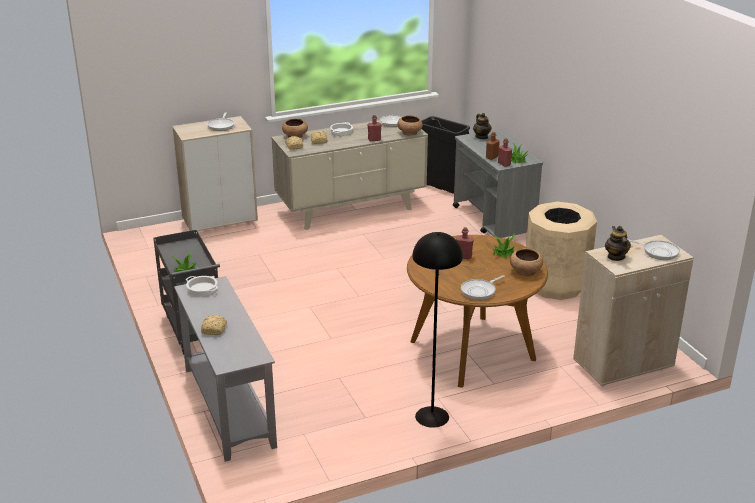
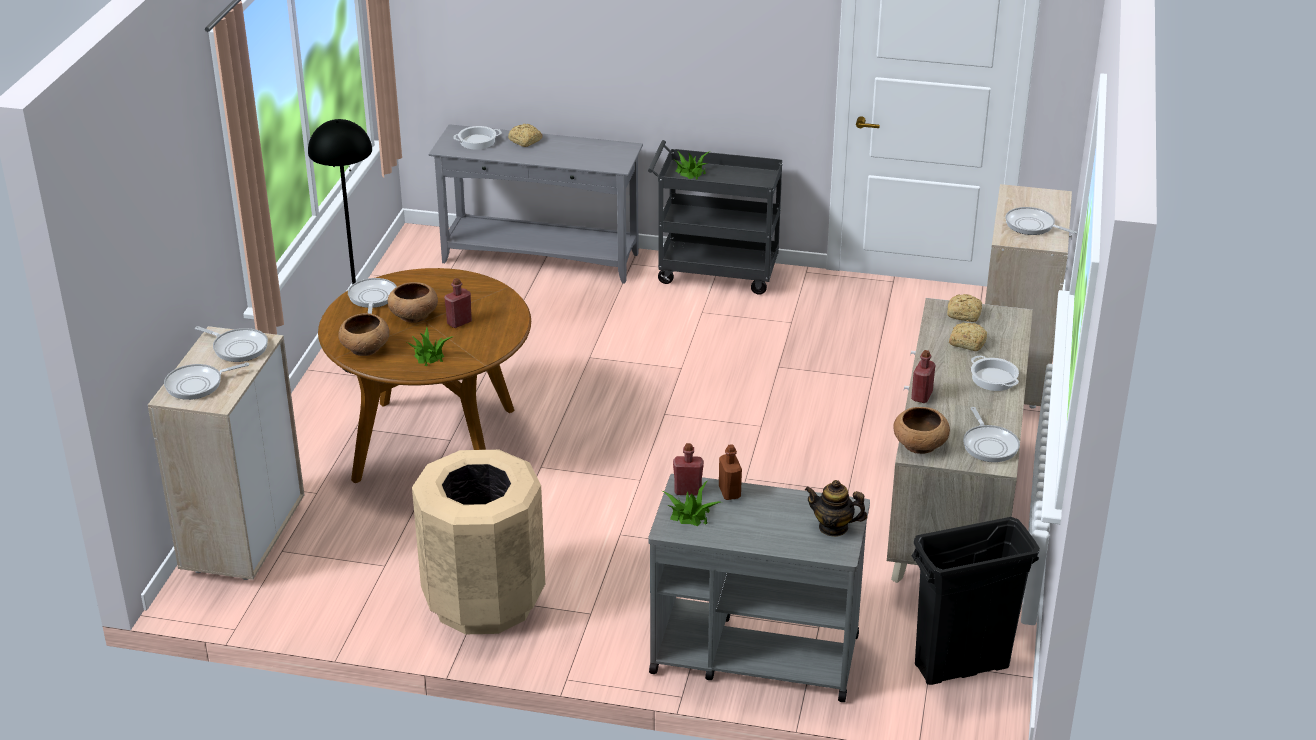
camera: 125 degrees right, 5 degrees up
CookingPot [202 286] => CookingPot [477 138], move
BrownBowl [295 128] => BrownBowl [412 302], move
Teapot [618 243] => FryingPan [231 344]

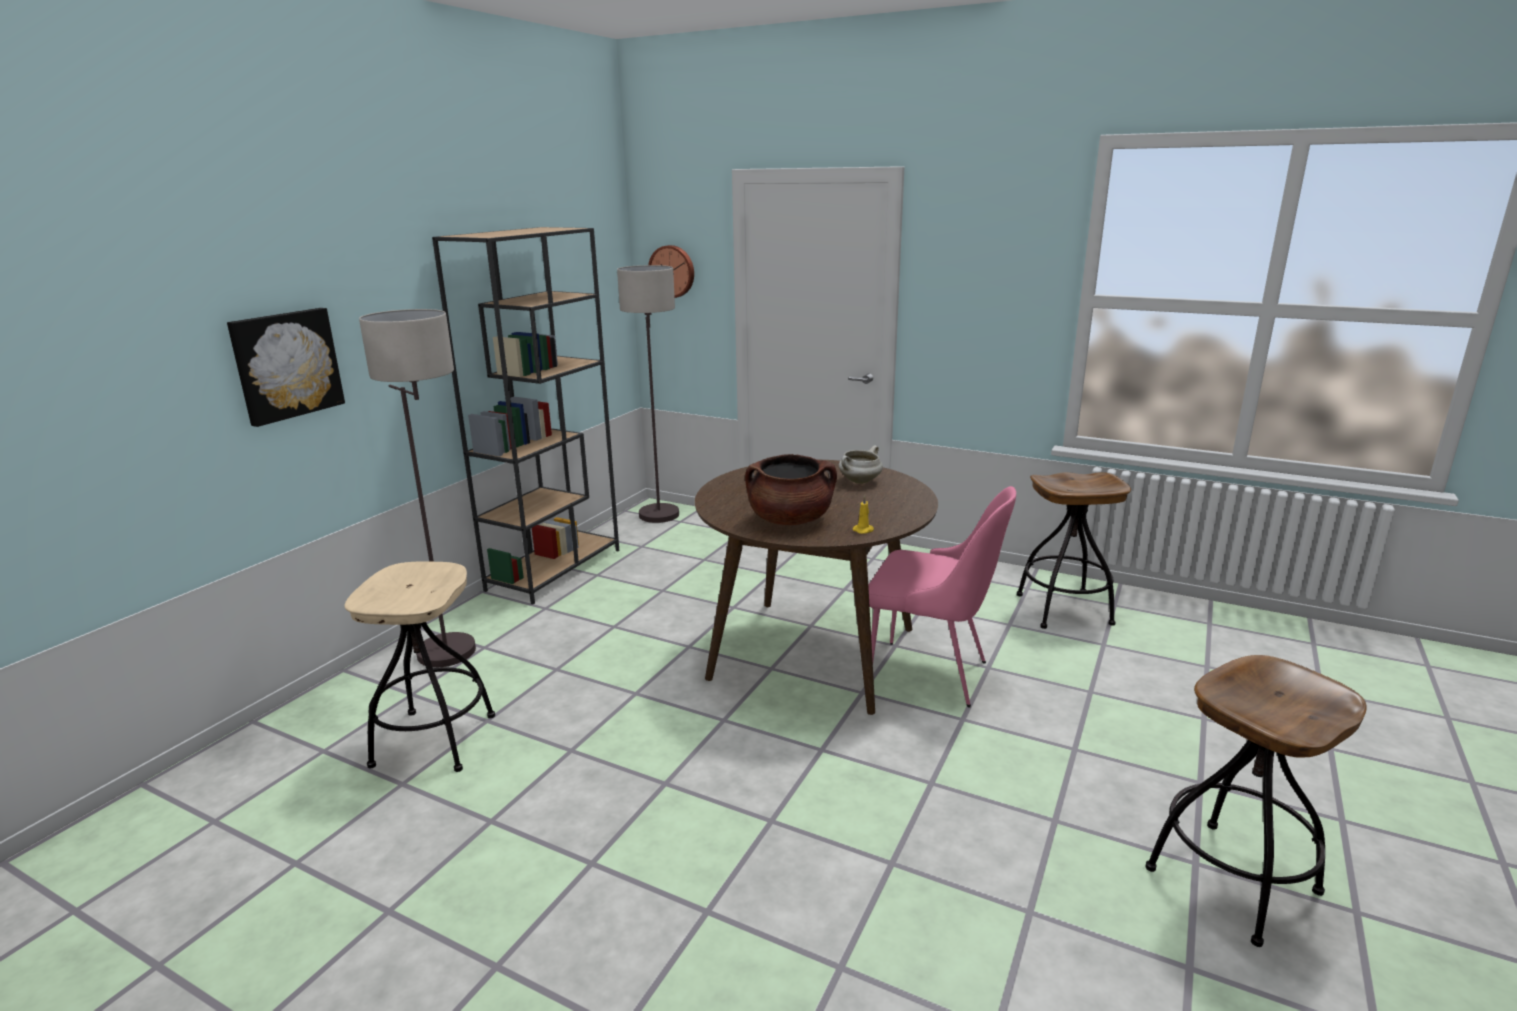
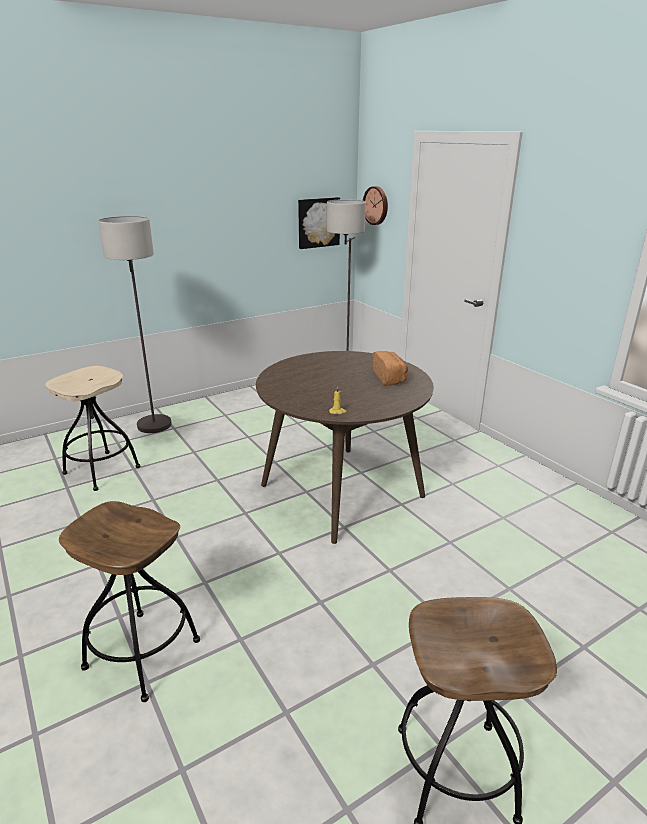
camera: 30 degrees right, 5 degrees up
Picture [286 367] => Picture [319 223], move
Bookcase [525 415] => nothing
BrownCookingPot [791 489] => nothing
WhiteCookingPot [861 464] => Bread [390 368]
PinkChair [942 597] => nothing
BrownStool [1074 550] => BrownStool [129 601], move

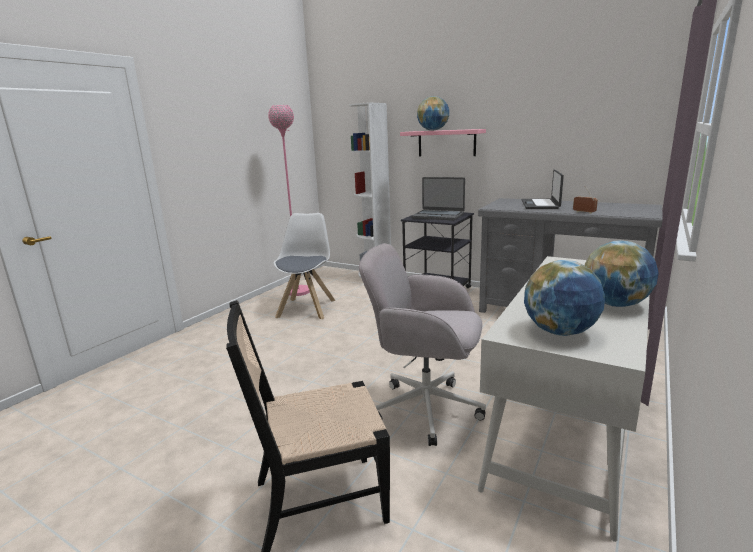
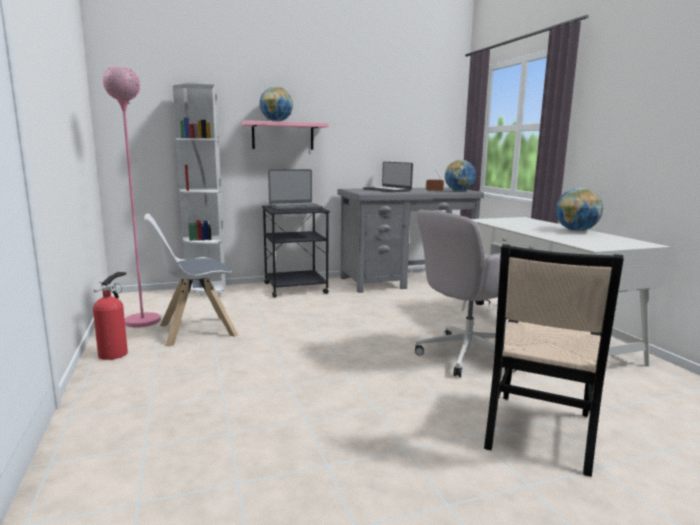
camera: 50 degrees left, 5 degrees down
Chair [305 266] => Chair [191 280], 75 degrees counterclockwise
Globe [564 298] => Globe [460 175], move
nothing => FireExtinguisher [110 316]

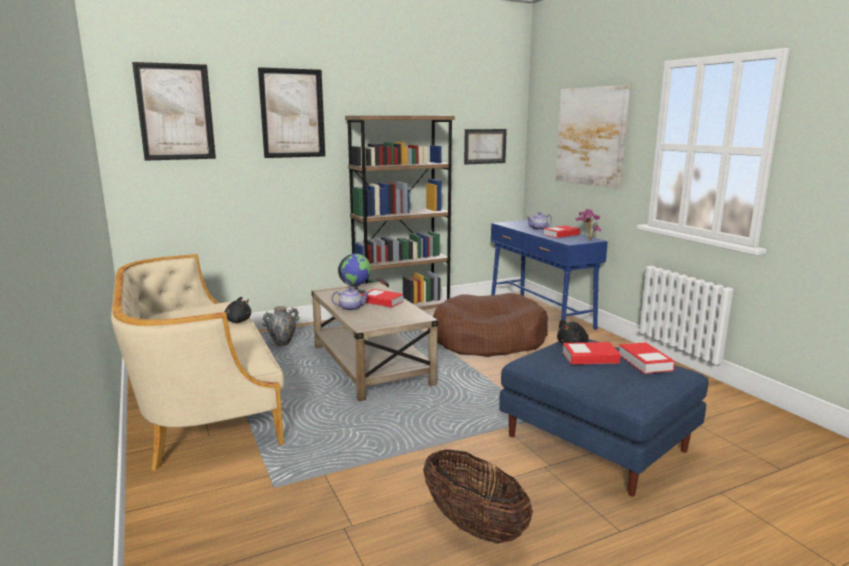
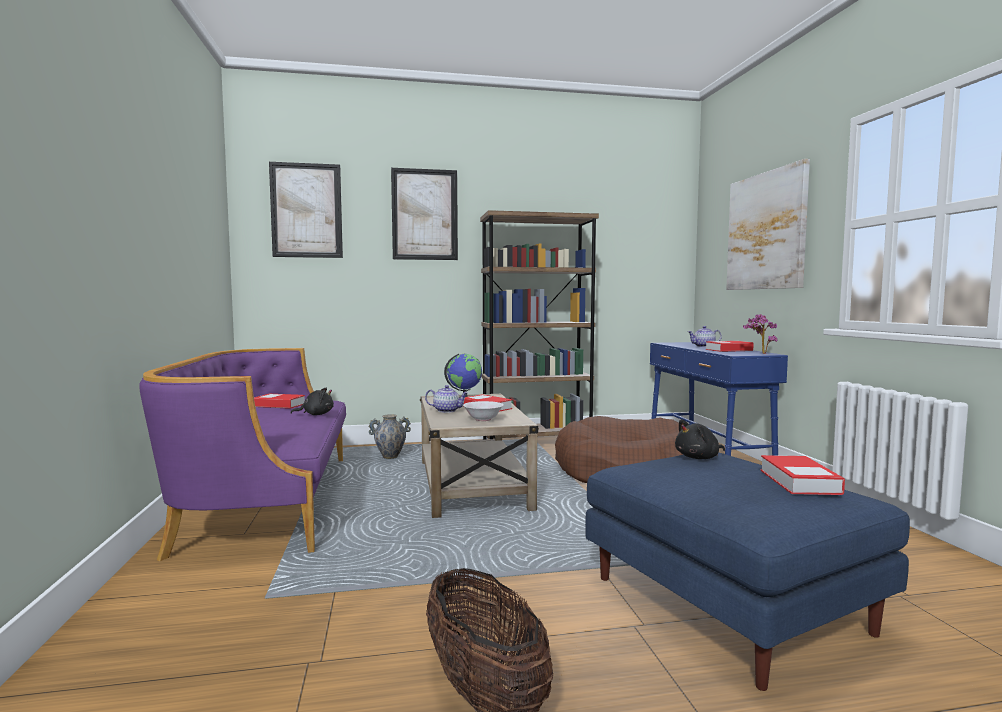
camera: 15 degrees right, 10 degrees down
BeigeSofa [197 362] => PurpleSofa [242 454]
Picture [485 147] => nothing
Book [591 353] => Book [279 401], move
nothing => WhiteBowl [483 411]

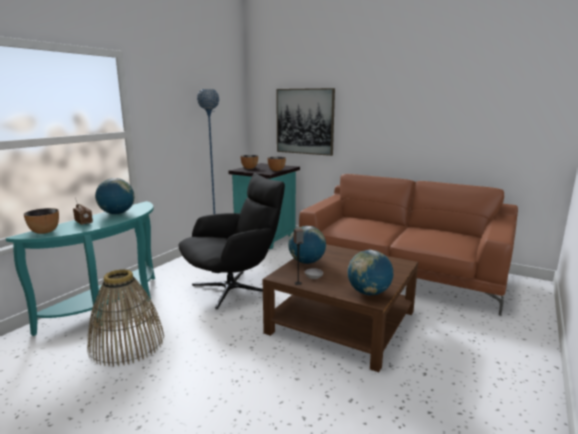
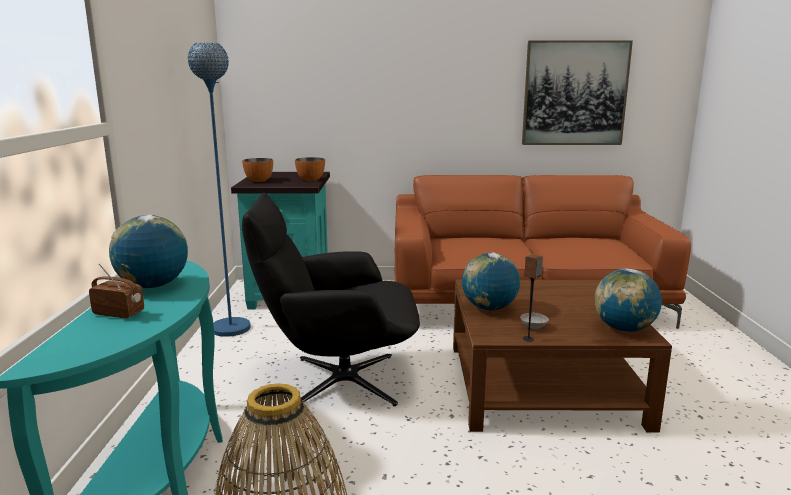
camera: 30 degrees left, 0 degrees up
Bowl [41 221] => nothing
BlackArmchair [232 241] => BlackArmchair [331 299], 120 degrees counterclockwise
Picture [305 122] => Picture [577 92], move

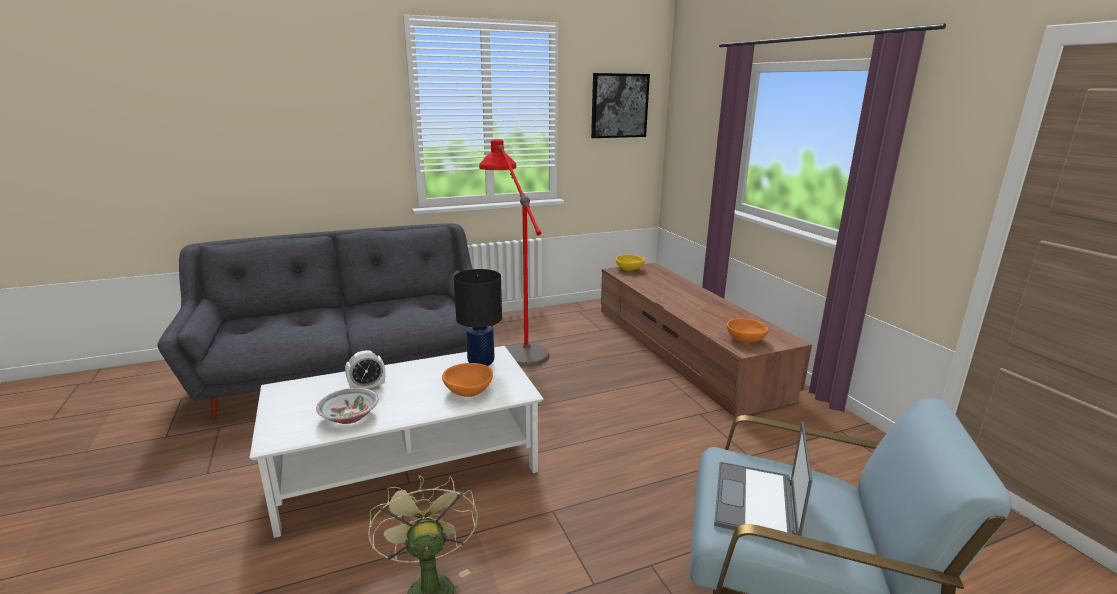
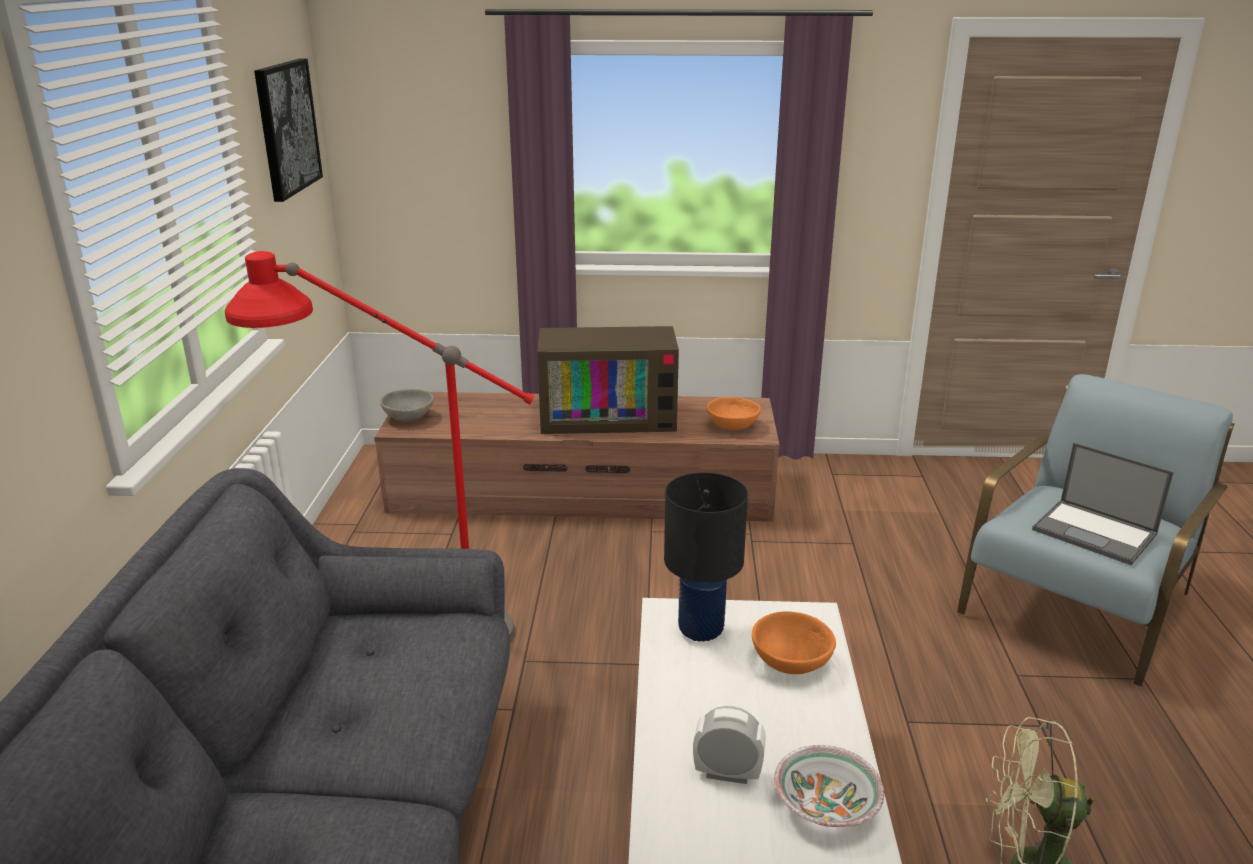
camera: 65 degrees left, 5 degrees up
AlarmClock [365 370] => AlarmClock [729 745], 75 degrees counterclockwise
YellowBowl [630 263] => GreyBowl [407 405]
nothing => Television [608 380]

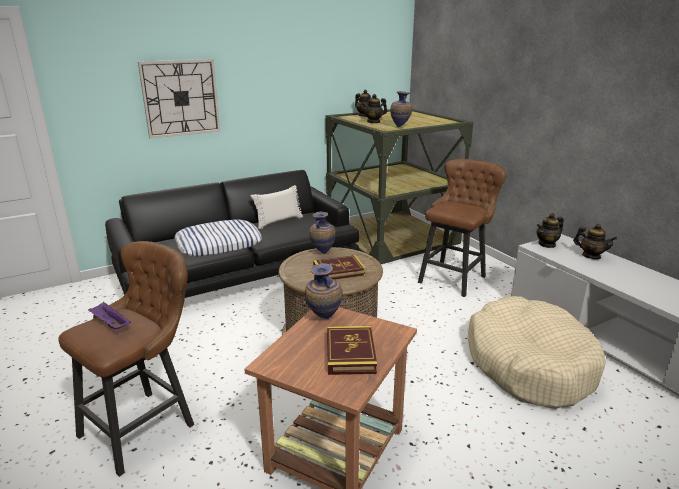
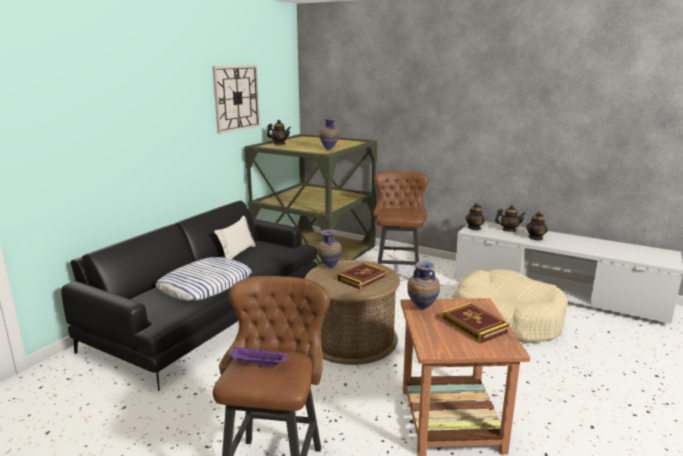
camera: 30 degrees left, 5 degrees down
WallClock [179 99] => WallClock [236 99], move
Teapot [374 108] => Teapot [537 226], move

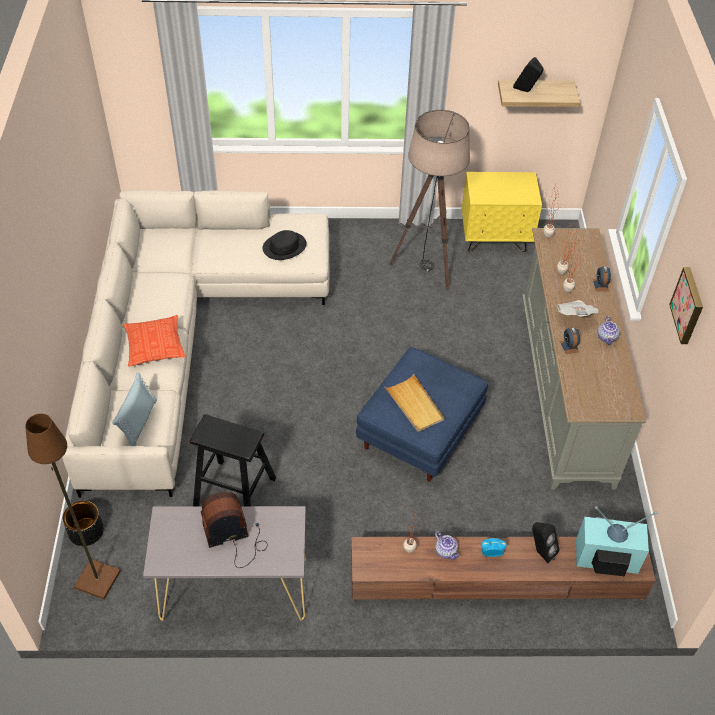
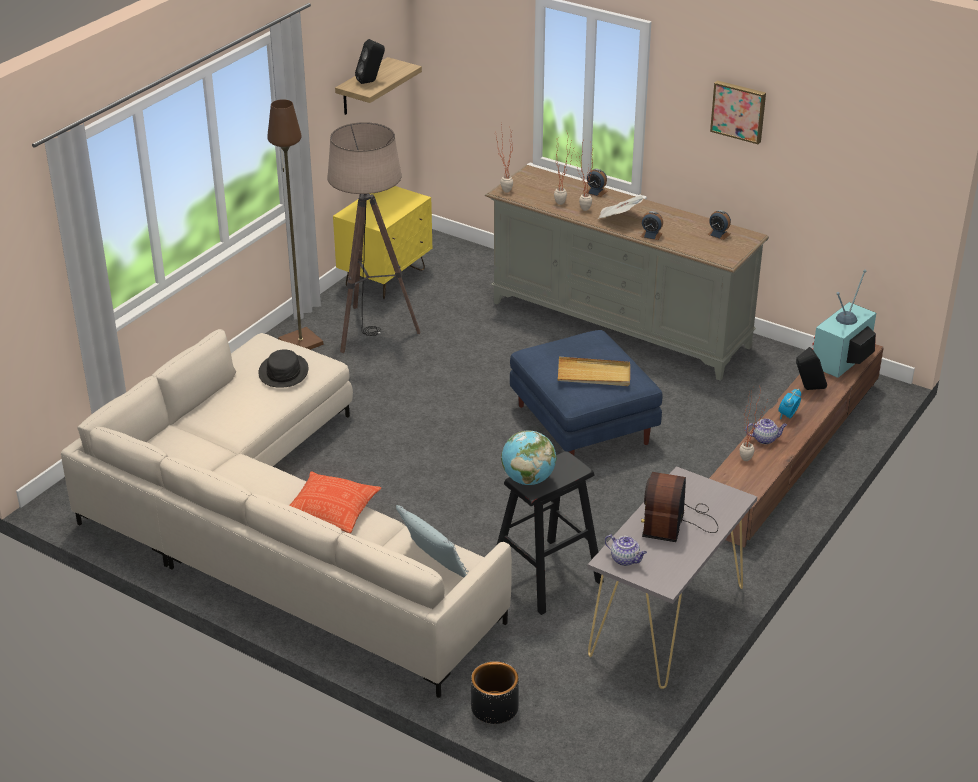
camera: 55 degrees left, 15 degrees down
BrownFloorLamp [73 506] => BrownFloorLamp [295 224], move
Teapot [609 330] => Teapot [626 550], move
nothing => Globe [528 458]
nothing => AlarmClock [719 225]

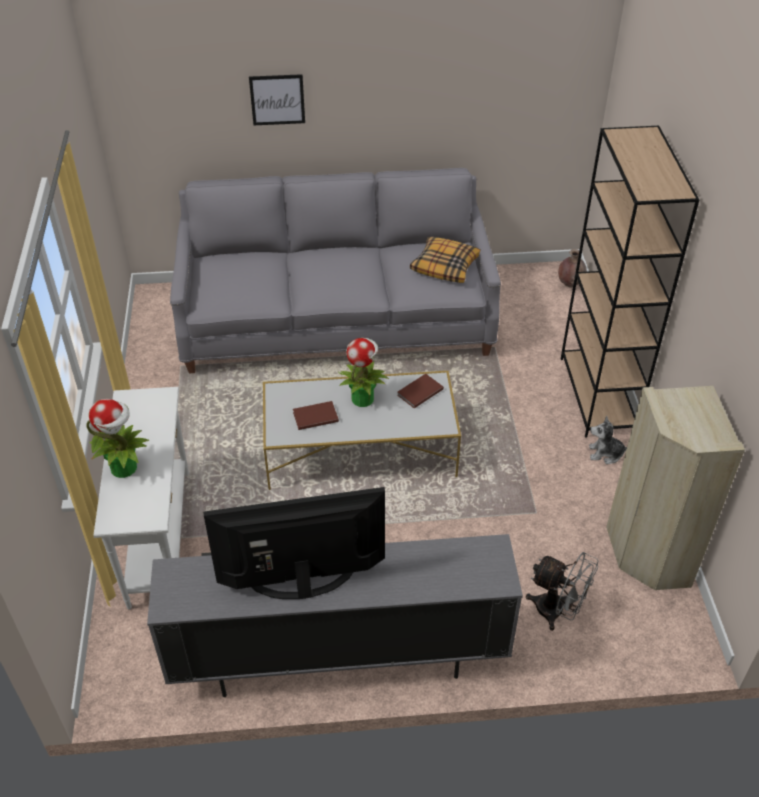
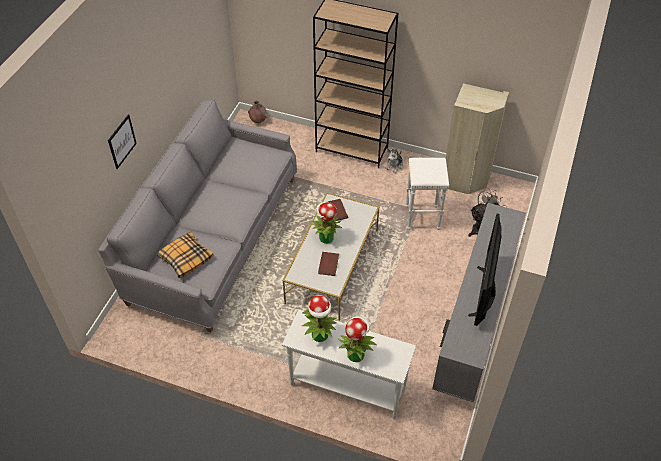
camera: 65 degrees left, 5 degrees up
Pillow [445 260] => Pillow [185 255], move
nothing => PottedPlant [319 318]
nothing => WhiteStool [427 194]

